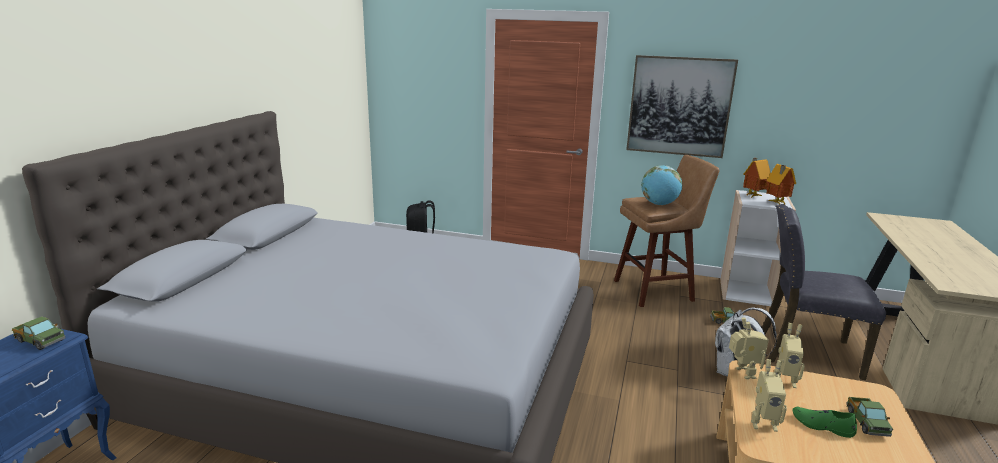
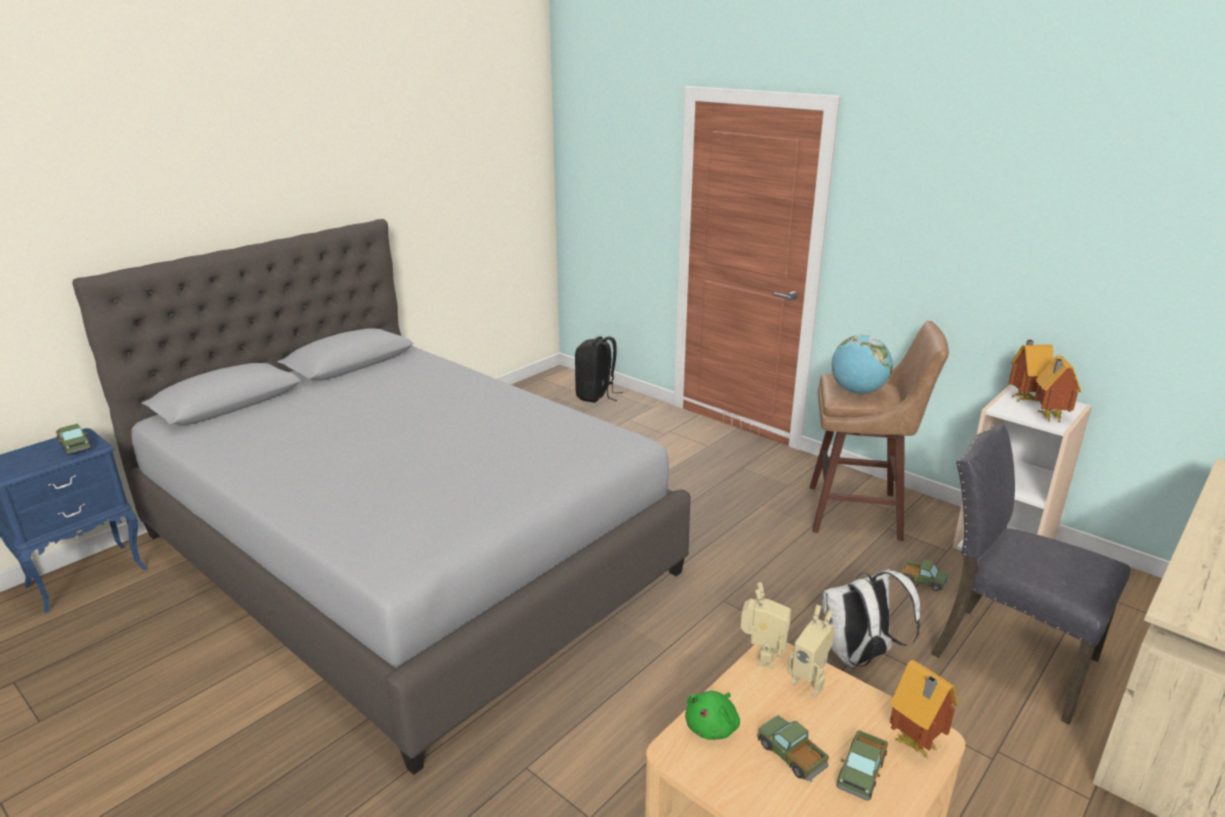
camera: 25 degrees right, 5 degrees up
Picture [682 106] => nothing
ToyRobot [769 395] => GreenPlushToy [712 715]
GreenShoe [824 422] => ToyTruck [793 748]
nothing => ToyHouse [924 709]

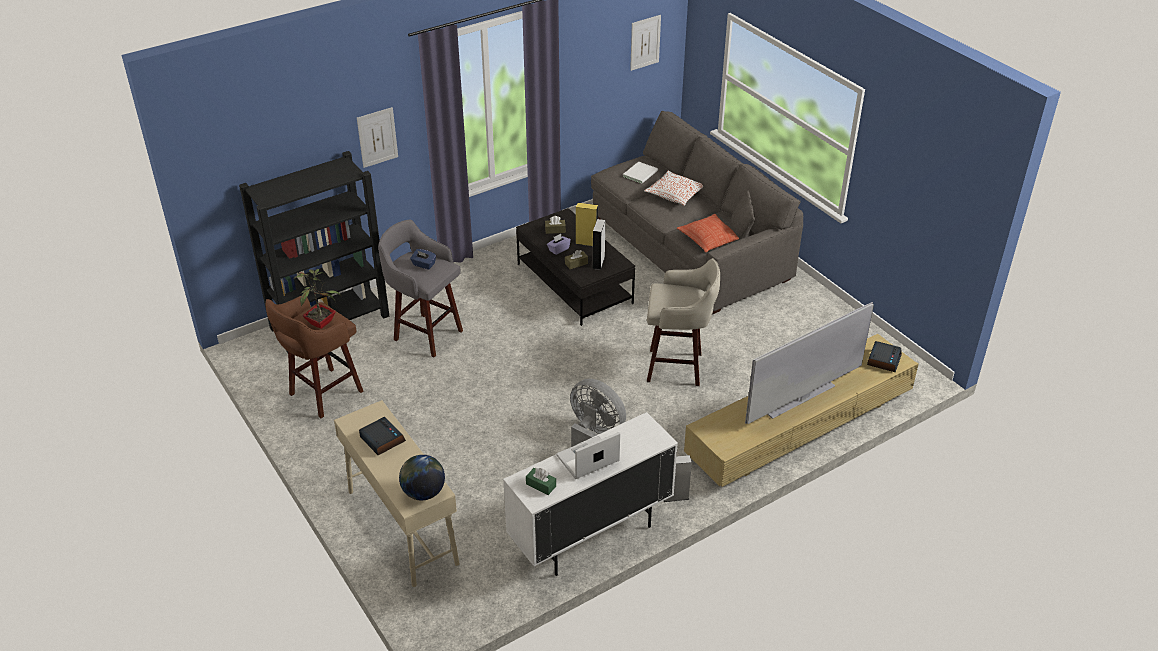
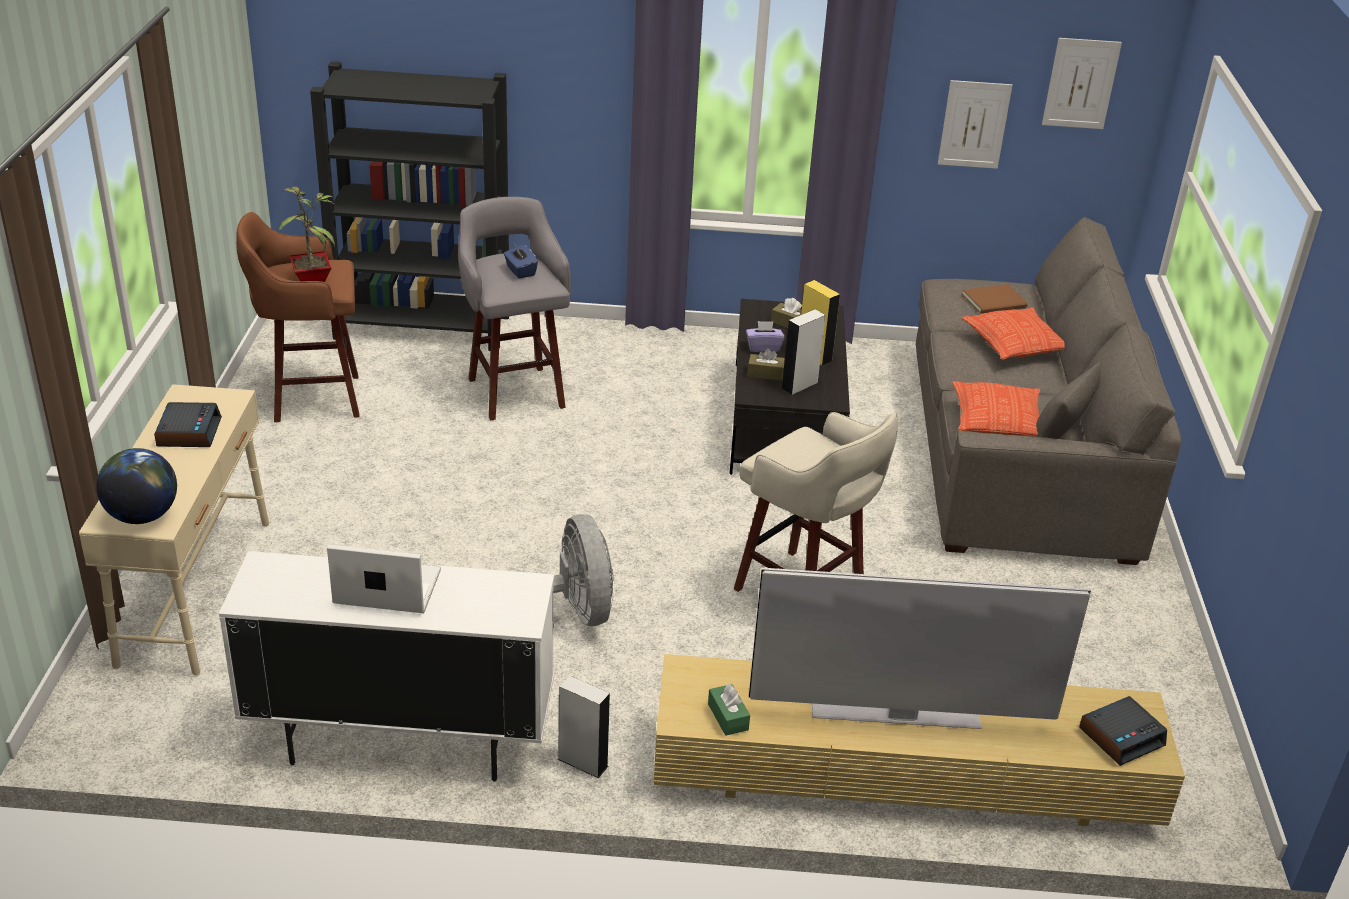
camera: 35 degrees right, 5 degrees down
Picture [377 137] => Picture [975 124], move
GreenTissueBox [541 481] => GreenTissueBox [729 710], move
WhiteBook [640 173] => BrownBook [995 298]
WhitePillow [673 188] => OrangePillow [1013 333]

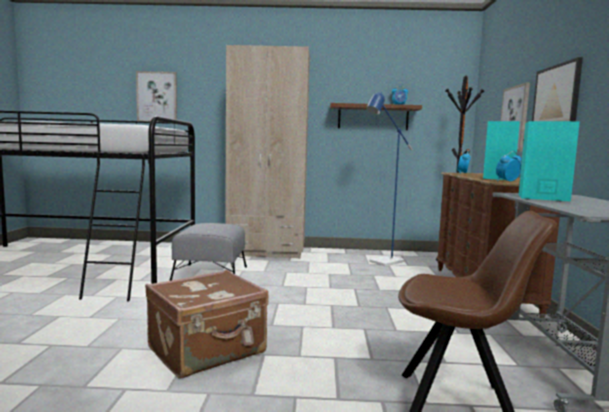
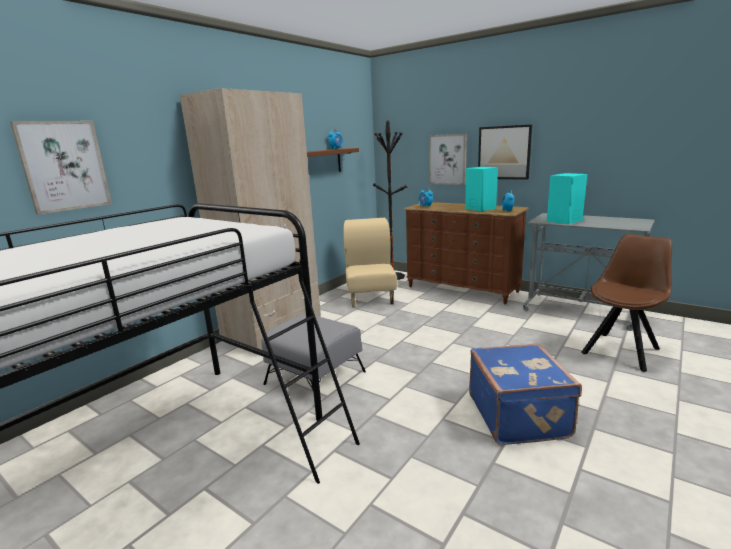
camera: 55 degrees left, 10 degrees up
BrownSuitcase [206 324] => BlueSuitcase [525 394]
BlueFloorLamp [389 179] => BeigeChair [370 263]

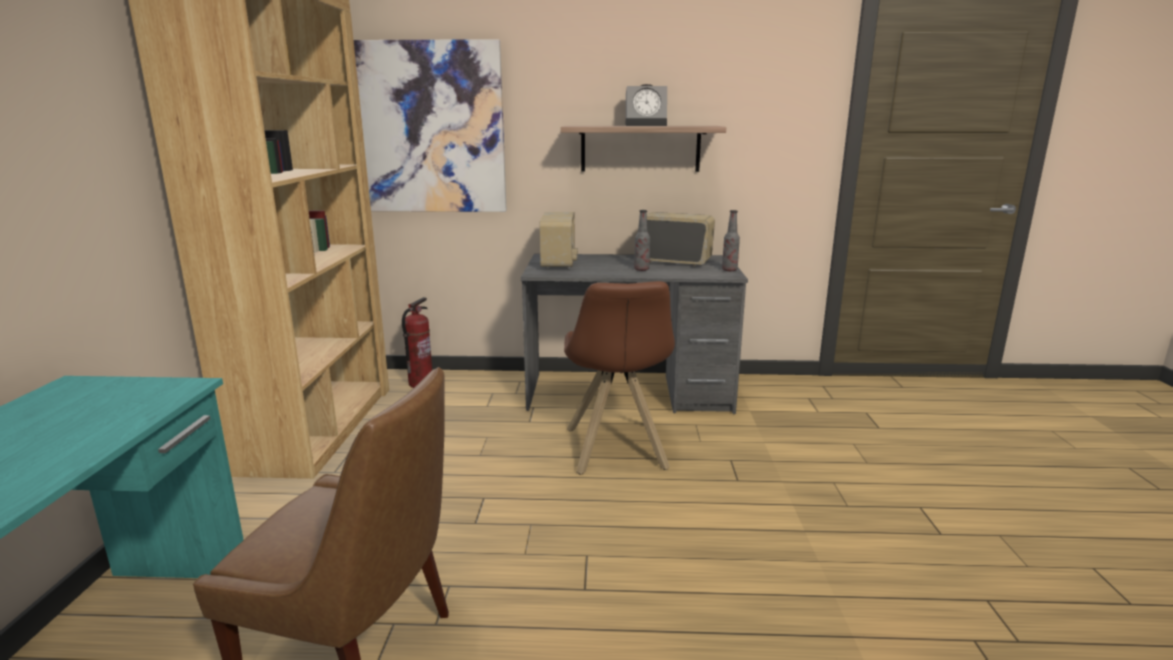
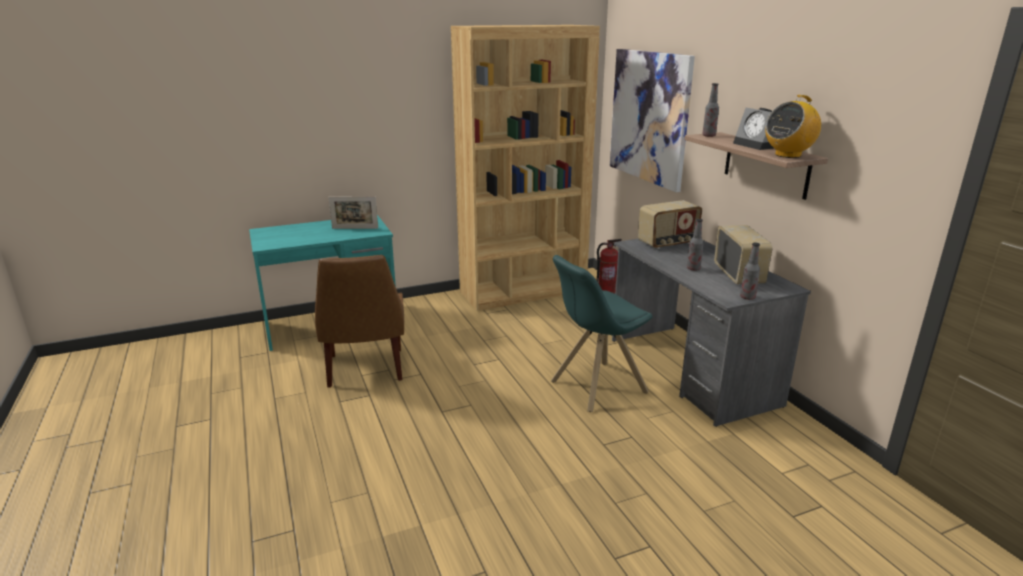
camera: 65 degrees right, 5 degrees up
BrownChair [619 377] => TurquoiseChair [602 333]
nothing => PictureFrame [353 212]
nothing => Bottle [710 110]
nothing => Radio [793 126]

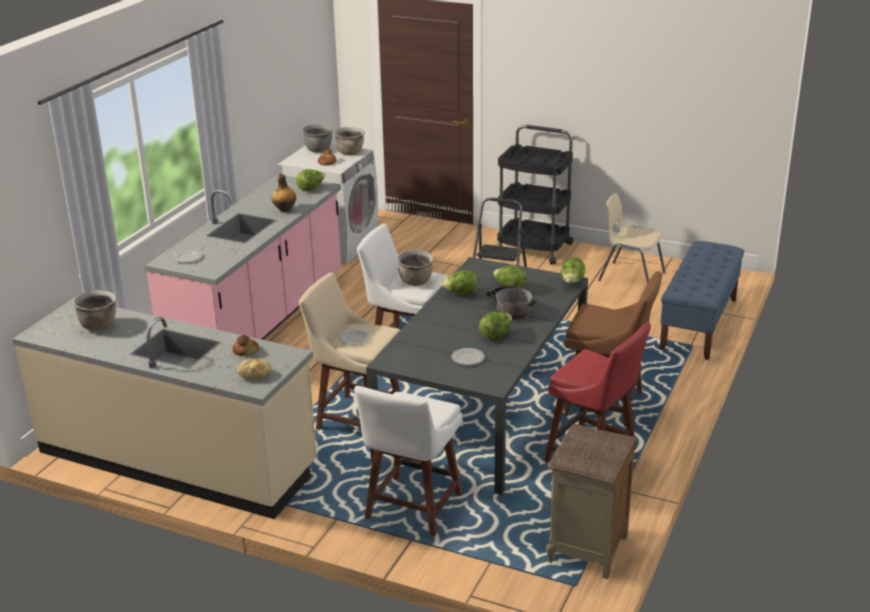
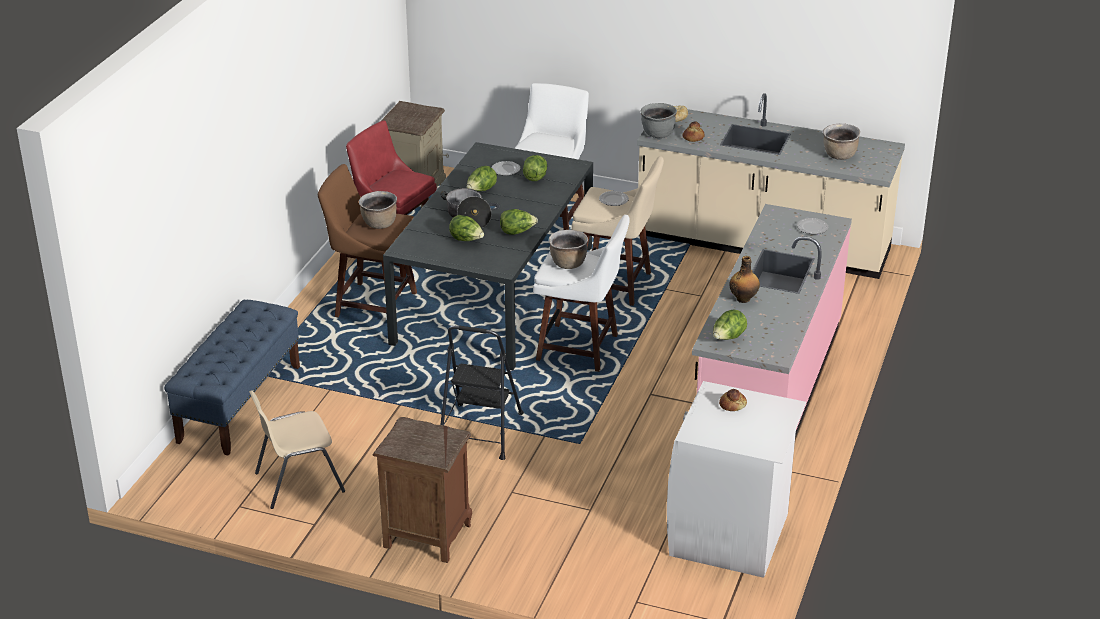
camera: 175 degrees right, 5 degrees up
GreyCookingPot [318 138] => GreyCookingPot [658 120], move
BrownCookingPot [349 141] => BrownCookingPot [378 210], move
BlackCart [535 195] => BrownNightstand [422 490]
Lettuce [573 270] => Lettuce [535 168], move
BeigeChair [631 238] => BeigeChair [297 449], 135 degrees clockwise

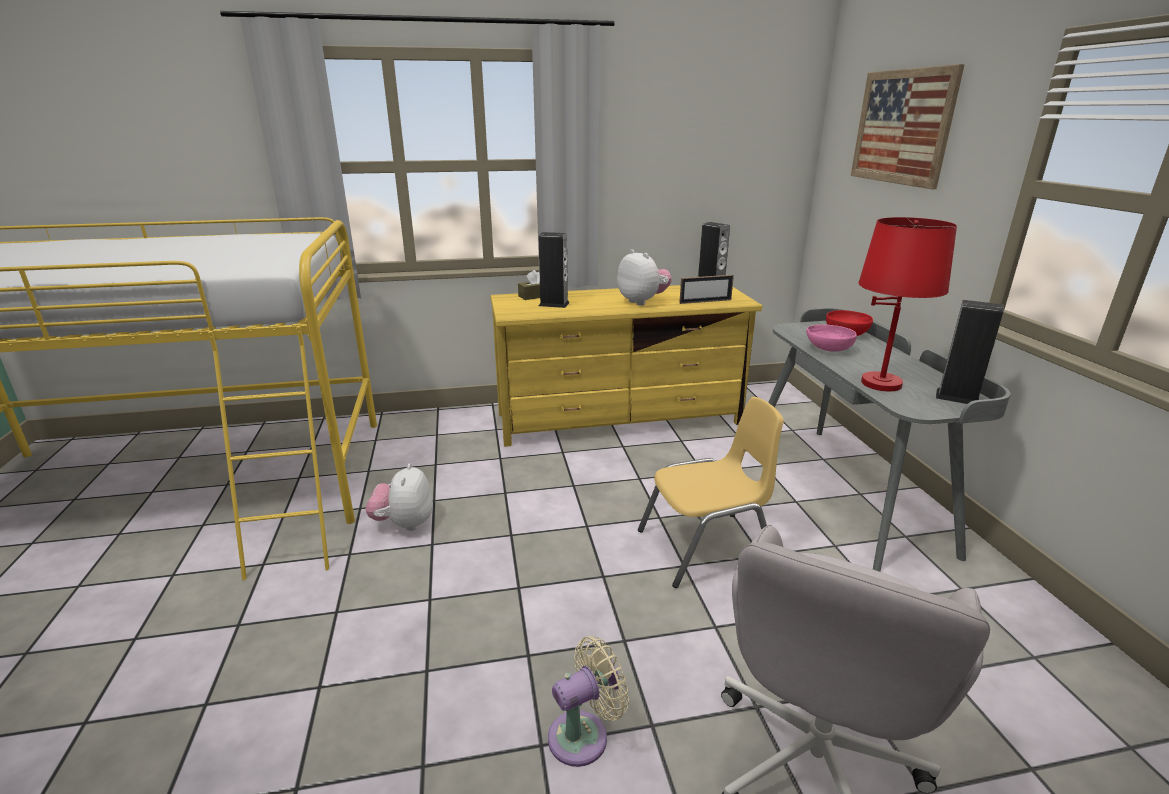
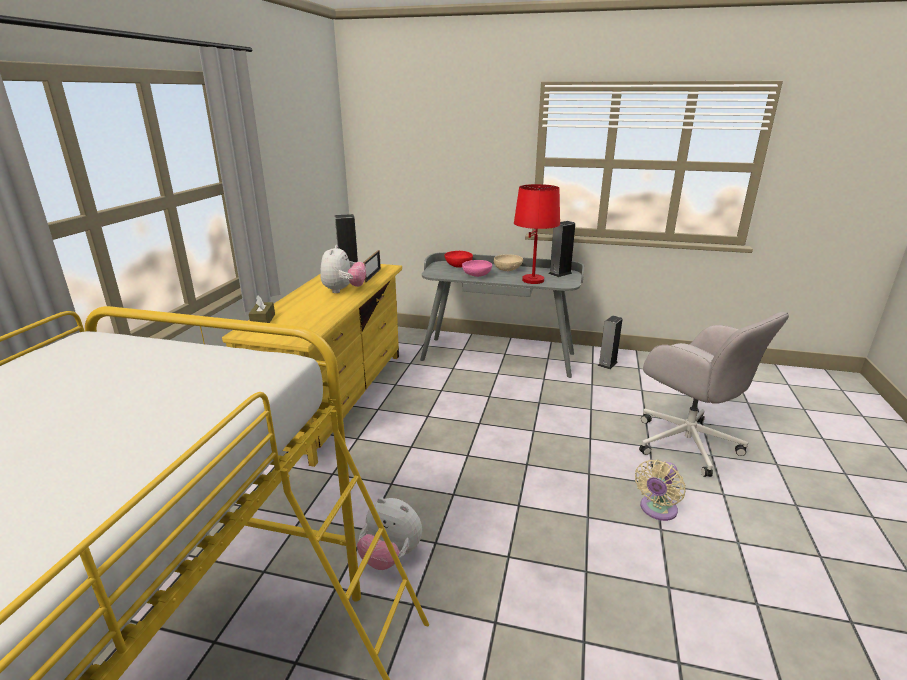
camera: 65 degrees left, 0 degrees up
Speaker [554 270] => Speaker [610 342], move
BeigeFan [588 701] => BeigeFan [660 490], 135 degrees counterclockwise
PlushToy [644 277] => PlushToy [343 269], 105 degrees clockwise
YellowChair [711 492] => nothing
Picture [908 126] => nothing
nothing => BeigeBowl [508 262]

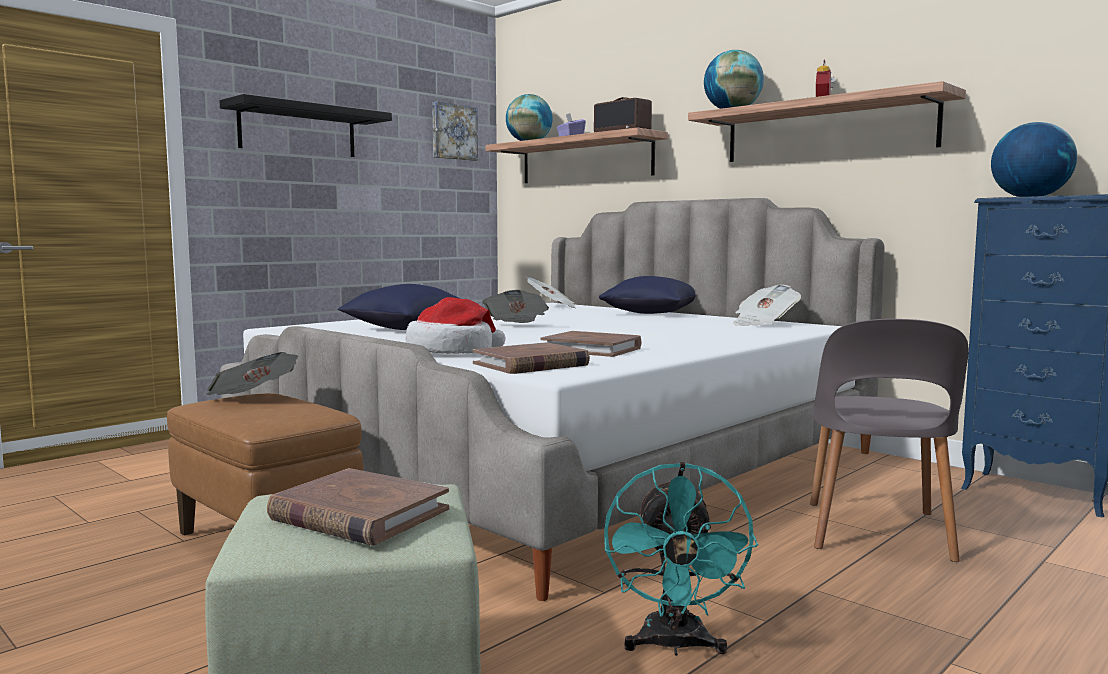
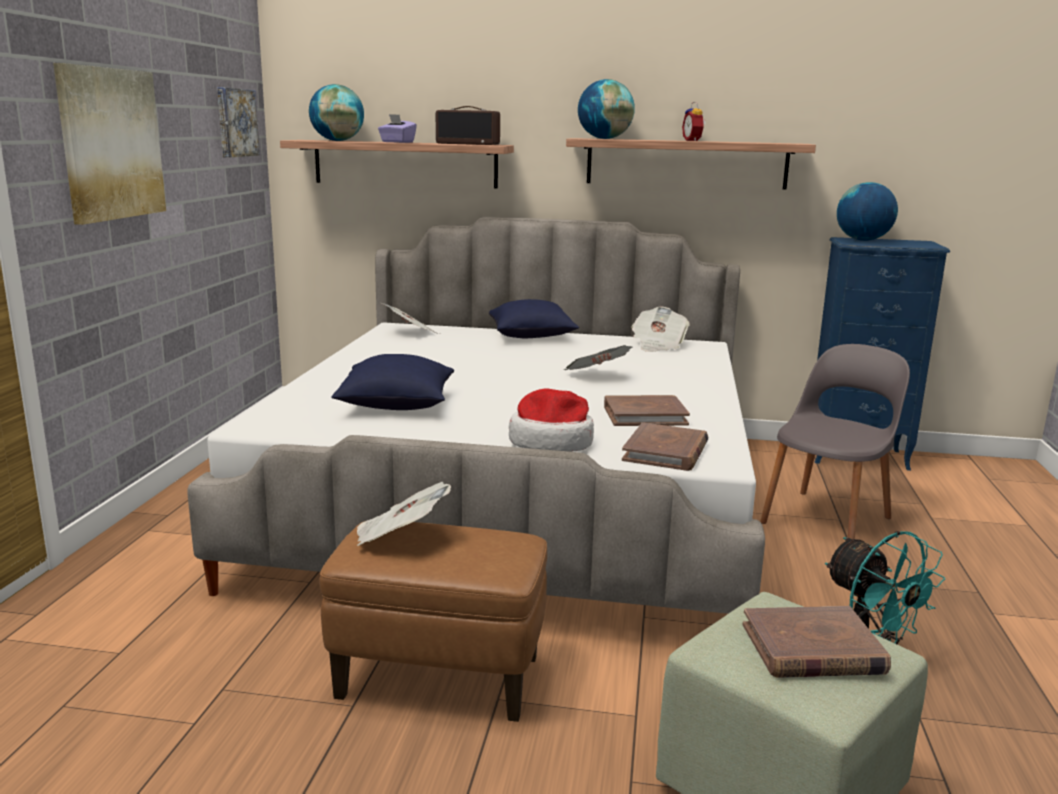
camera: 35 degrees left, 10 degrees up
BlackShelf [306 125] => Picture [109 144]
Newspaper [515 306] => Newspaper [598 357], move
GreyChair [889 440] => GreyChair [835 441], 120 degrees counterclockwise

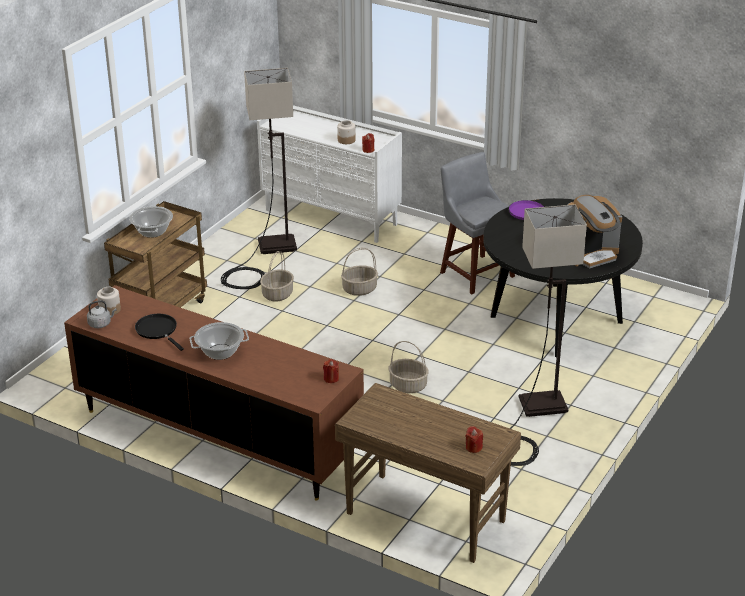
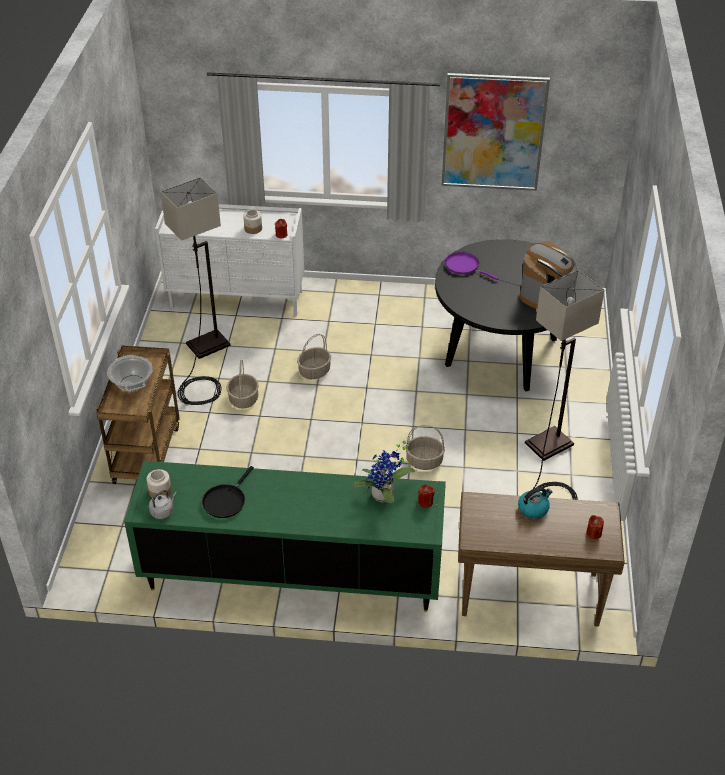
camera: 25 degrees left, 10 degrees up
BrownCabinet [214 393] => GreenCabinet [285 536]
BlackFryingPan [159 332] => BlackFryingPan [228 492], 90 degrees counterclockwise
CookingPot [219 341] => nothing
GreyChair [477 223] => nothing
nothing => PottedPlant [384 471]
nothing => Picture [496 132]
nothing => Kettle [535 503]

